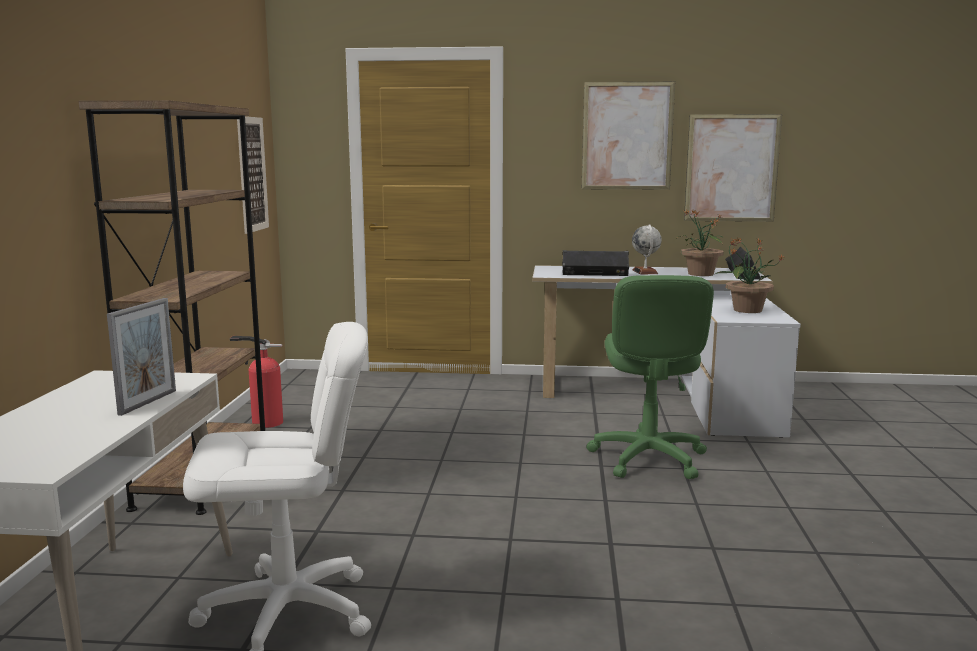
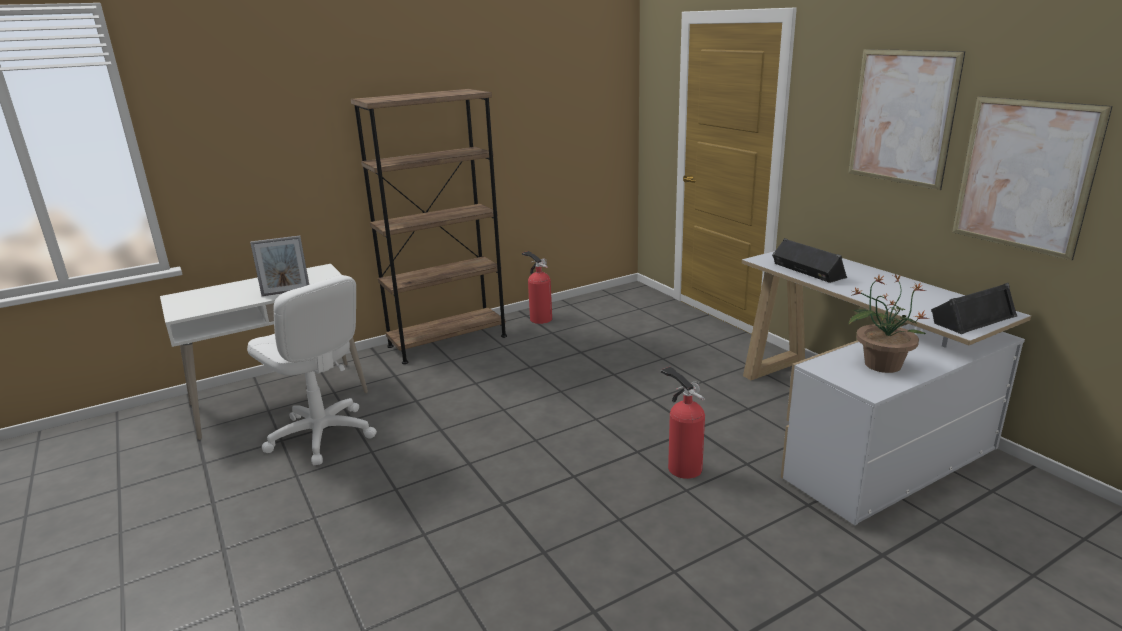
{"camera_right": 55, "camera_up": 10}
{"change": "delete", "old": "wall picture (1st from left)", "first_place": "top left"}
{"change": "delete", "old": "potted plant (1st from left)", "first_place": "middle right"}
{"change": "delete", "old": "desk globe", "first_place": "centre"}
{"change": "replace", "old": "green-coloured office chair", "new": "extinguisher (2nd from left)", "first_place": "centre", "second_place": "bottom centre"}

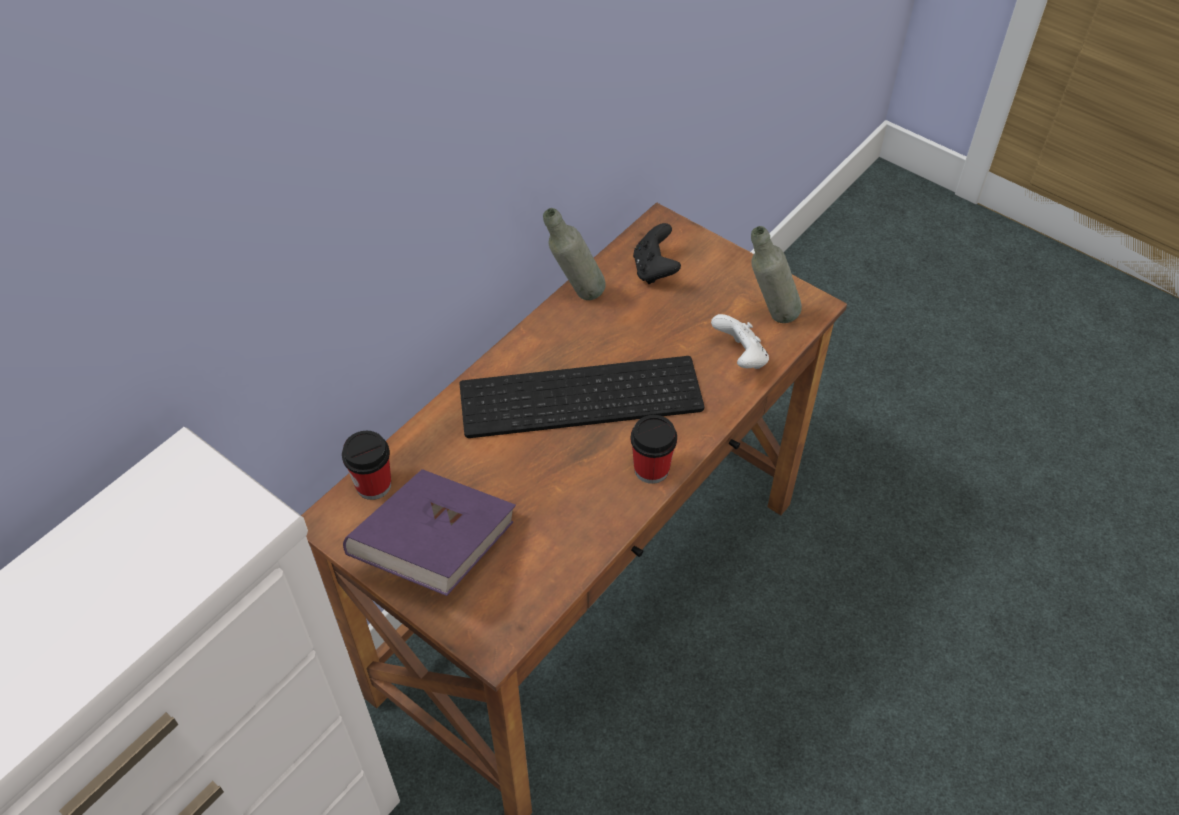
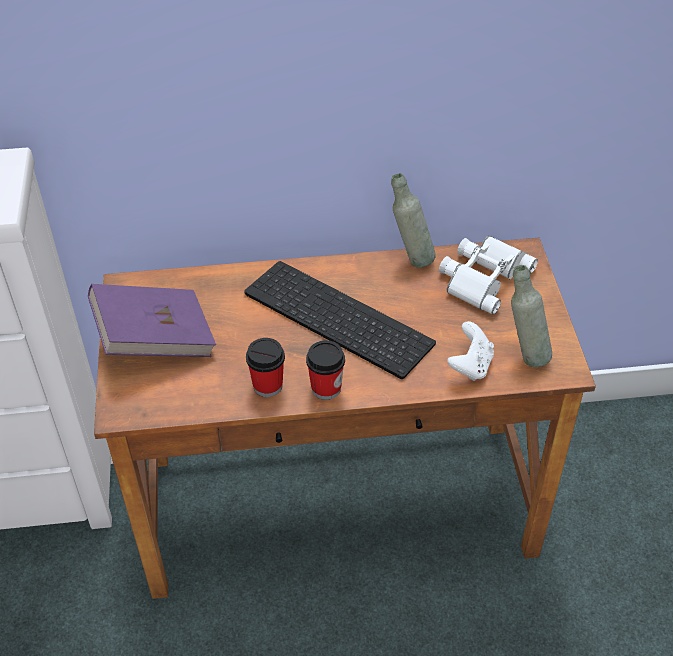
{"camera_right": 45, "camera_up": -5}
{"change": "replace", "old": "black-coloured gamepad", "new": "whitish pair of binoculars", "first_place": "top centre", "second_place": "middle right"}
{"change": "move", "old": "small cup (1st from left)", "first_place": "middle left", "second_place": "centre"}

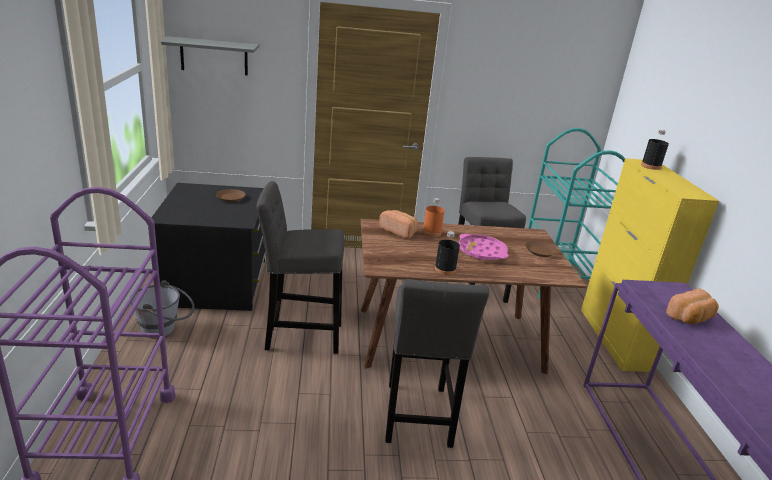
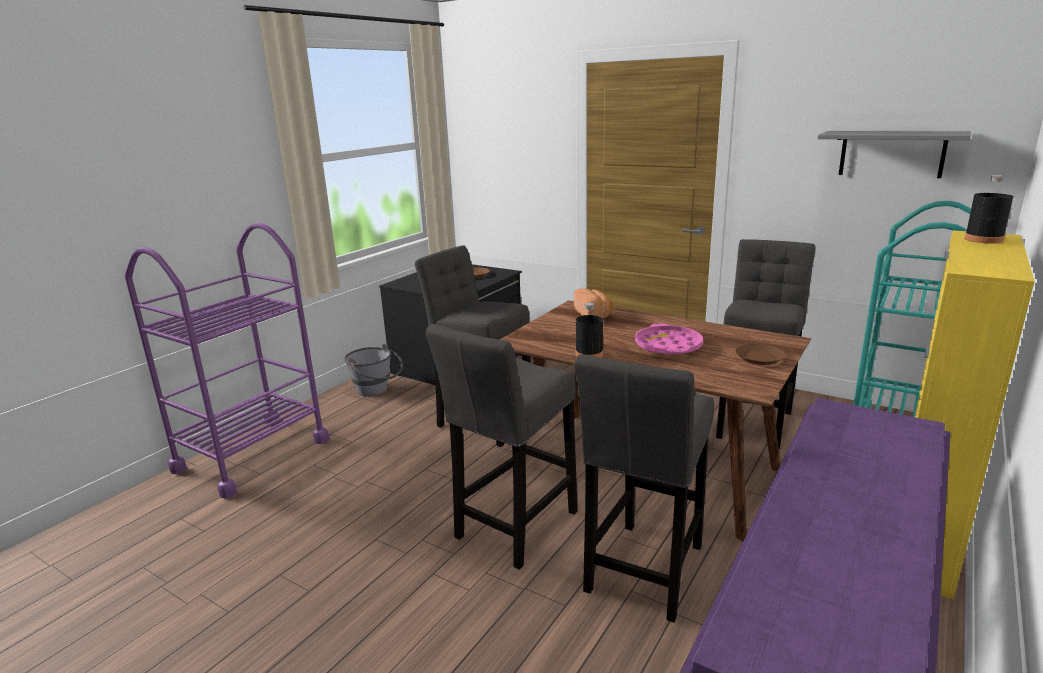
{"camera_right": 40, "camera_up": -5}
{"change": "move", "old": "gray shelf", "first_place": "top left", "second_place": "top right"}
{"change": "delete", "old": "orange-coloured beverage bottle", "first_place": "centre"}
{"change": "delete", "old": "bread (2nd from left)", "first_place": "middle right"}
{"change": "insert", "new": "gray stool seat (3rd from left)", "second_place": "bottom centre"}

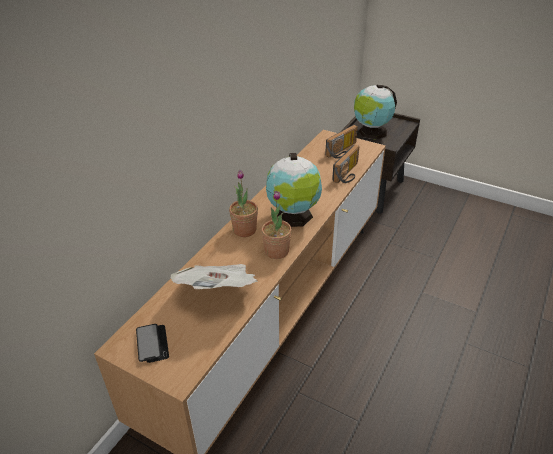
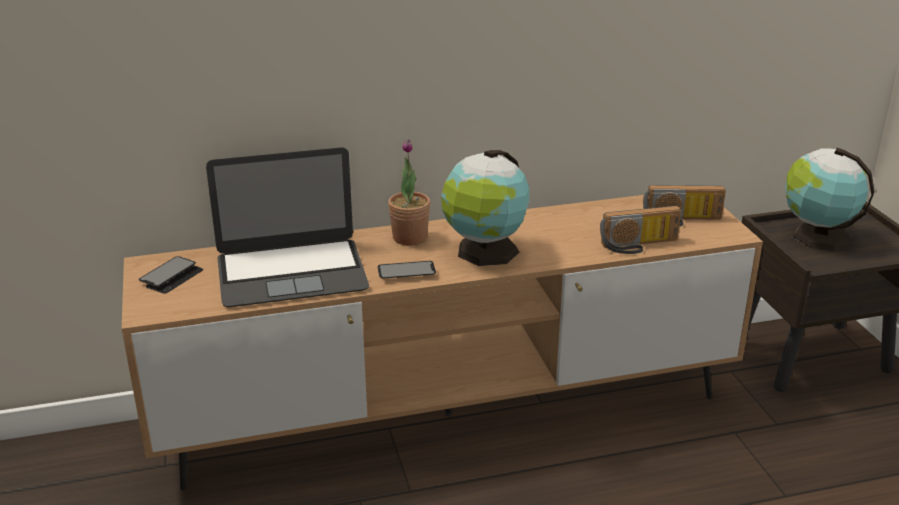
{"camera_right": 45, "camera_up": -10}
{"change": "replace", "old": "potted plant (2nd from left)", "new": "phone (2nd from left)", "first_place": "centre", "second_place": "centre"}
{"change": "replace", "old": "newspaper", "new": "notebook computer", "first_place": "centre", "second_place": "middle left"}

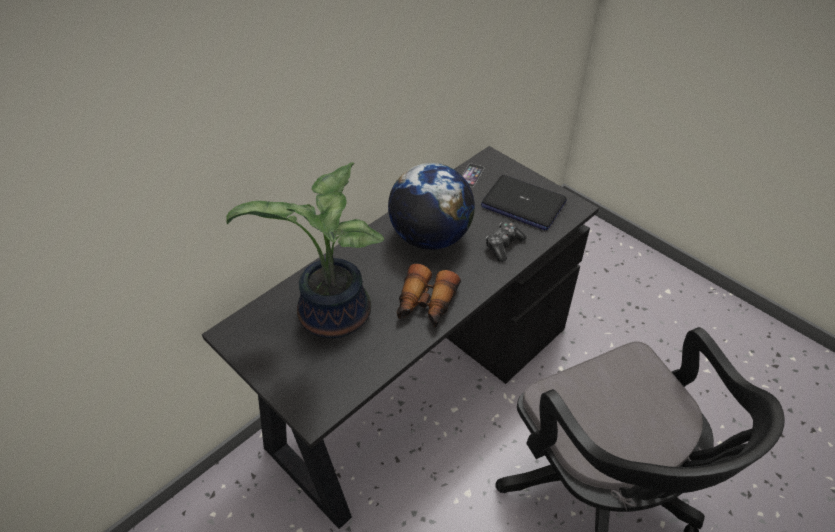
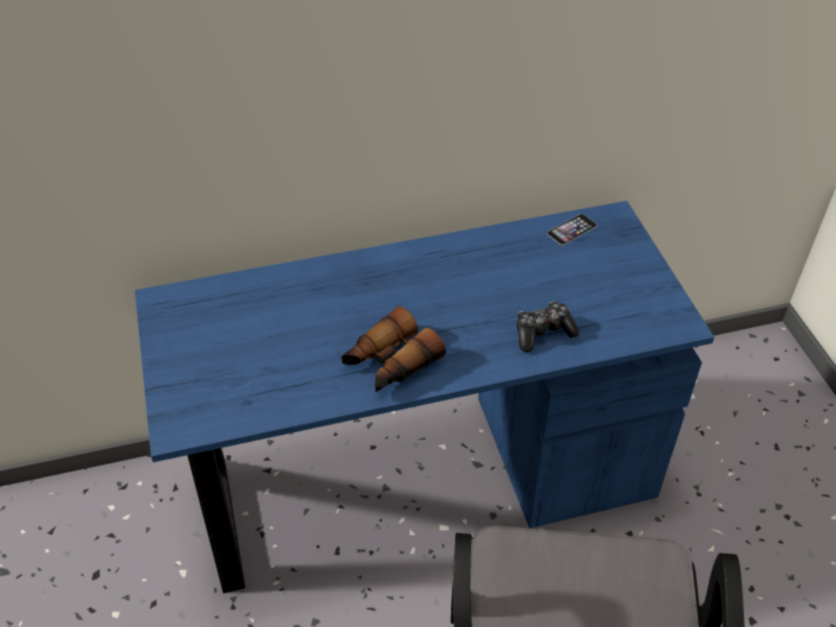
{"camera_right": 30, "camera_up": 0}
{"change": "recolor", "old": "black-coloured desk unit", "new": "blue-coloured desk unit", "first_place": "centre", "second_place": "centre"}
{"change": "delete", "old": "potted plant", "first_place": "centre"}
{"change": "delete", "old": "desk globe", "first_place": "centre"}
{"change": "delete", "old": "notebook computer", "first_place": "centre"}

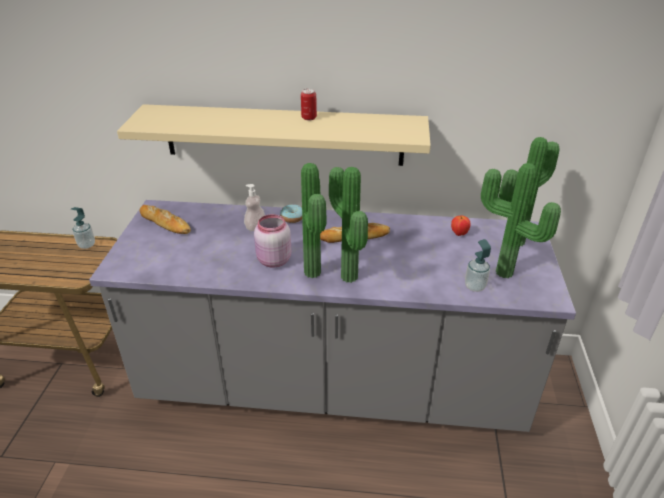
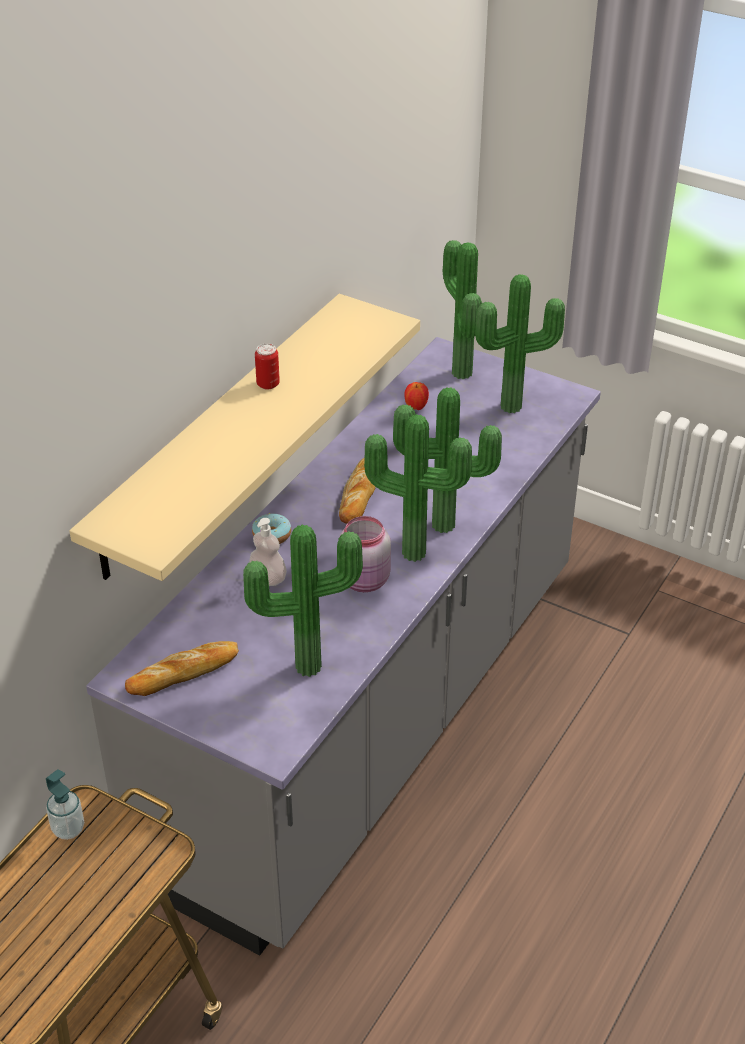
{"camera_right": -65, "camera_up": 5}
{"change": "delete", "old": "soap bottle (3rd from left)", "first_place": "middle right"}
{"change": "insert", "new": "potted plant (1st from left)", "second_place": "centre"}

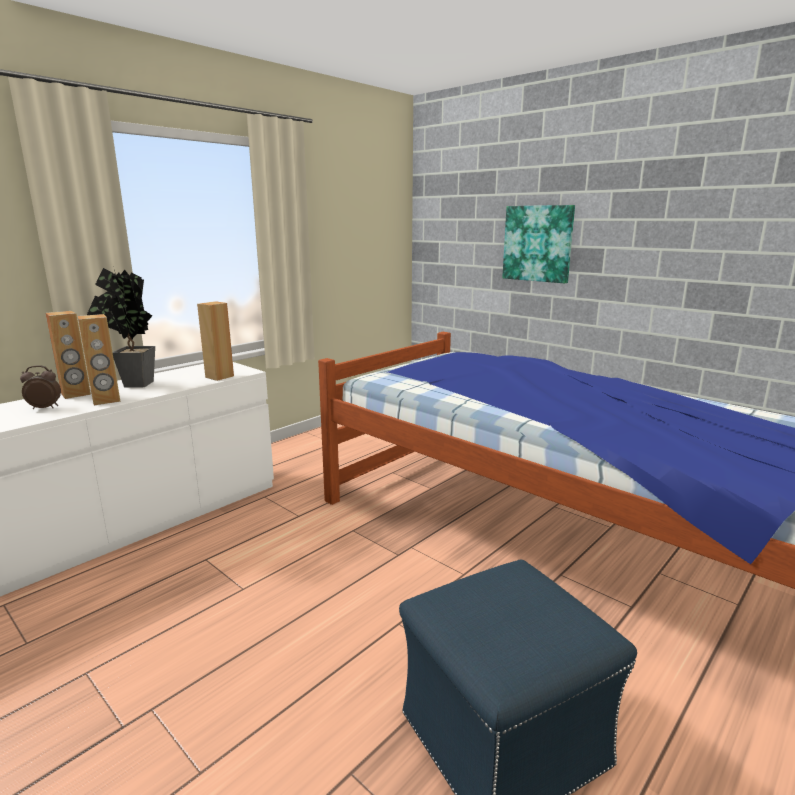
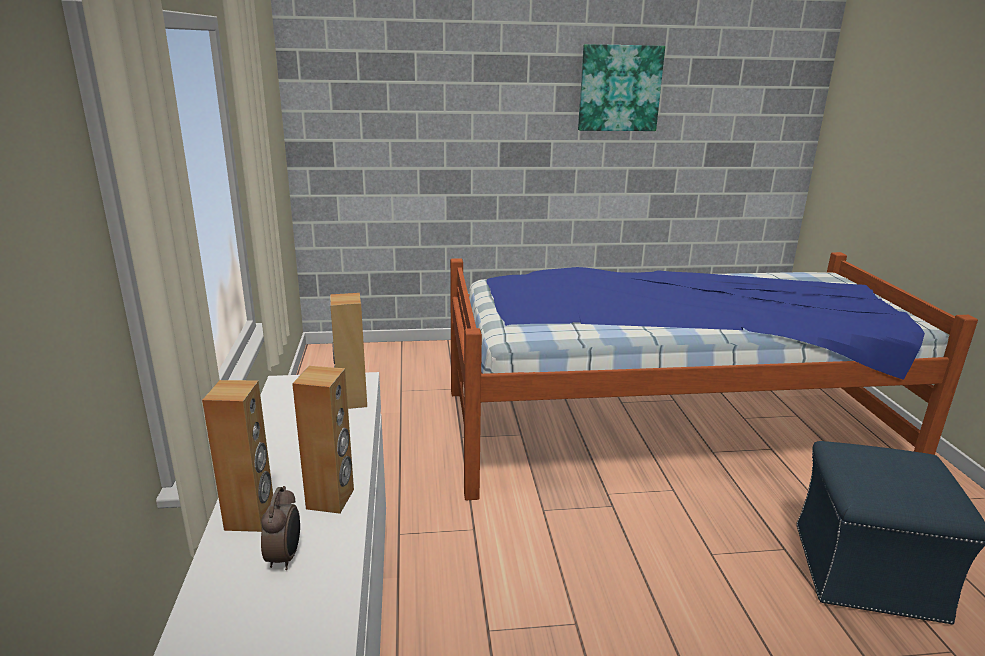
{"camera_right": -50, "camera_up": 5}
{"change": "move", "old": "wall picture", "first_place": "top right", "second_place": "top centre"}
{"change": "delete", "old": "potted plant", "first_place": "middle left"}
{"change": "rotate", "old": "table clock", "first_place": "middle left", "second_place": "bottom left", "degrees": 150}

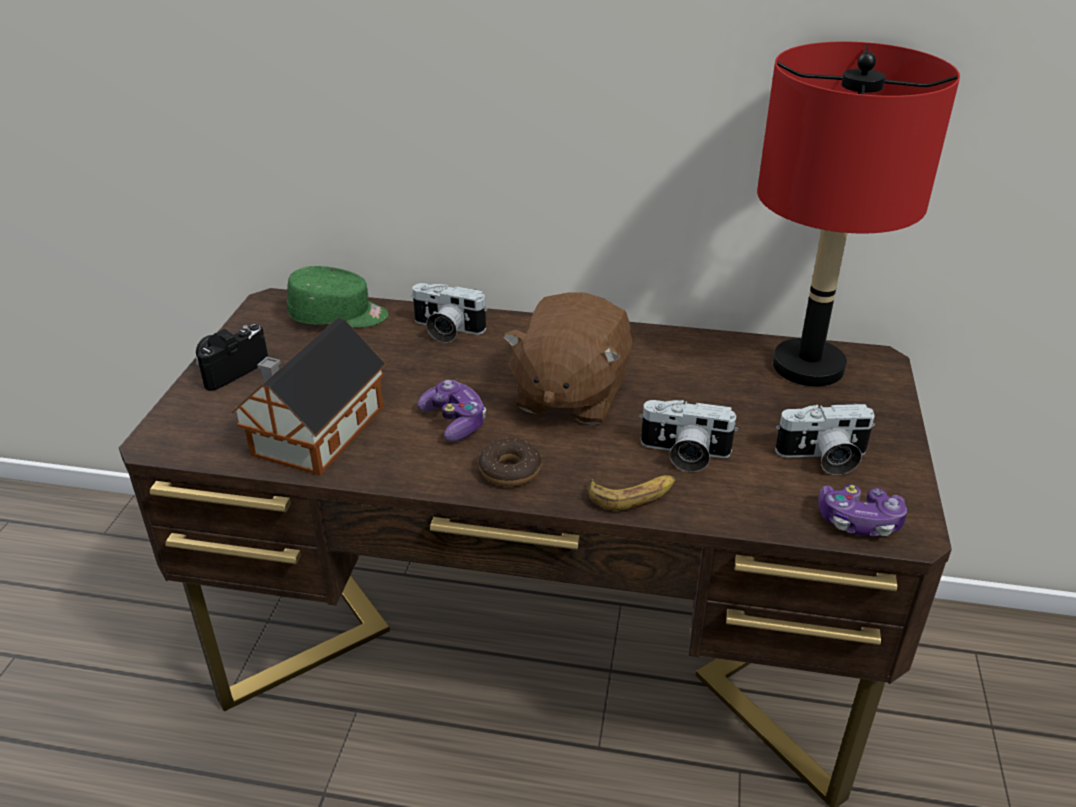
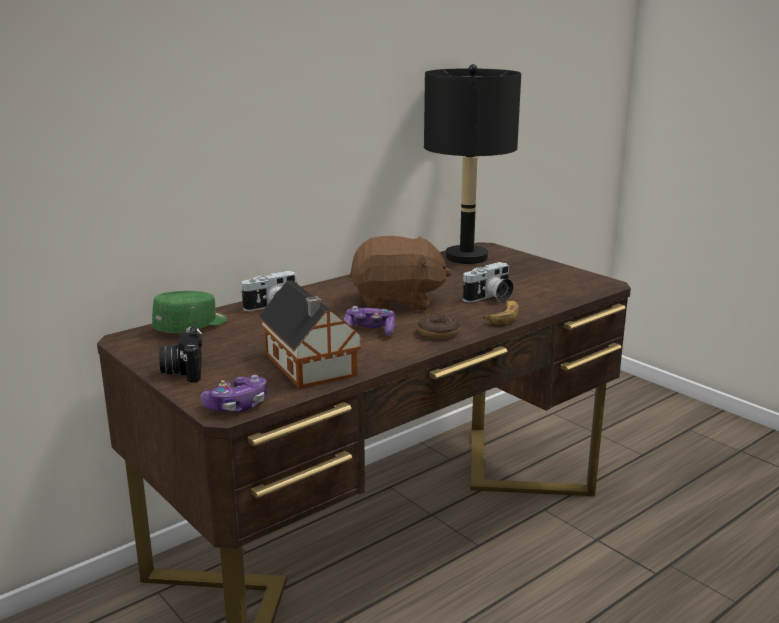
{"camera_right": -50, "camera_up": -15}
{"change": "recolor", "old": "reddish table lamp", "new": "black-coloured table lamp", "first_place": "top right", "second_place": "top centre"}
{"change": "rotate", "old": "brownish soft toy", "first_place": "centre", "second_place": "centre", "degrees": -60}
{"change": "delete", "old": "photo camera (4th from left)", "first_place": "middle right"}
{"change": "move", "old": "gamepad (2nd from left in the first image)", "new": "gamepad (1st from left)", "first_place": "middle right", "second_place": "middle left"}

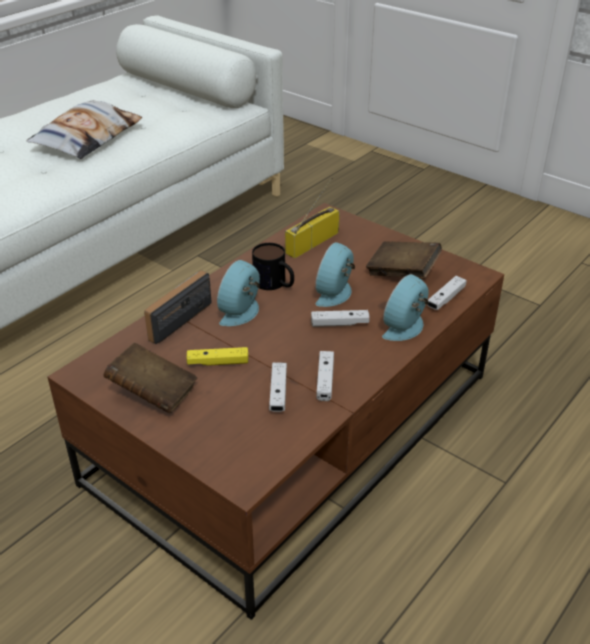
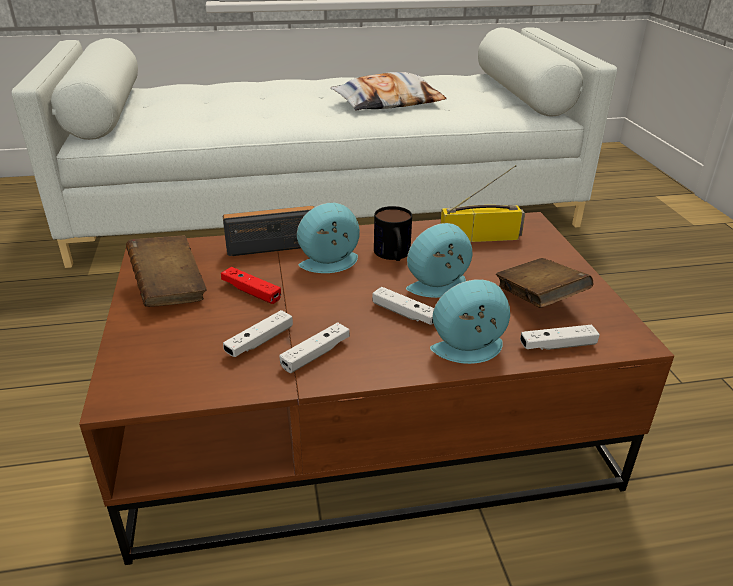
{"camera_right": 40, "camera_up": -5}
{"change": "recolor", "old": "yellow-coloured gamepad", "new": "reddish gamepad", "first_place": "centre", "second_place": "centre"}

